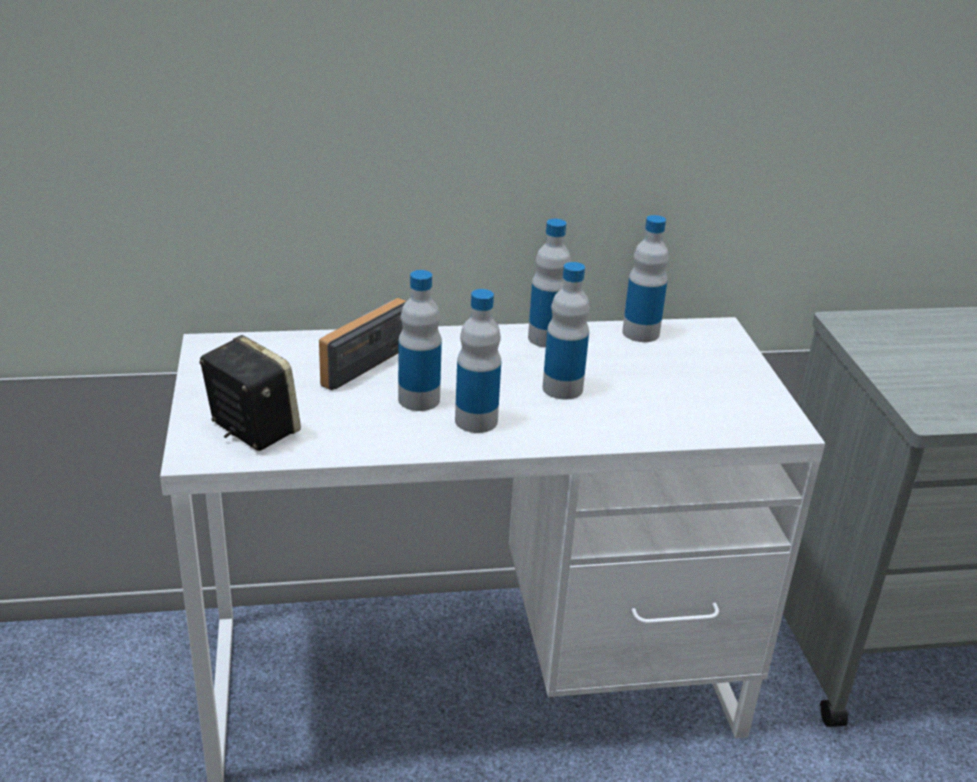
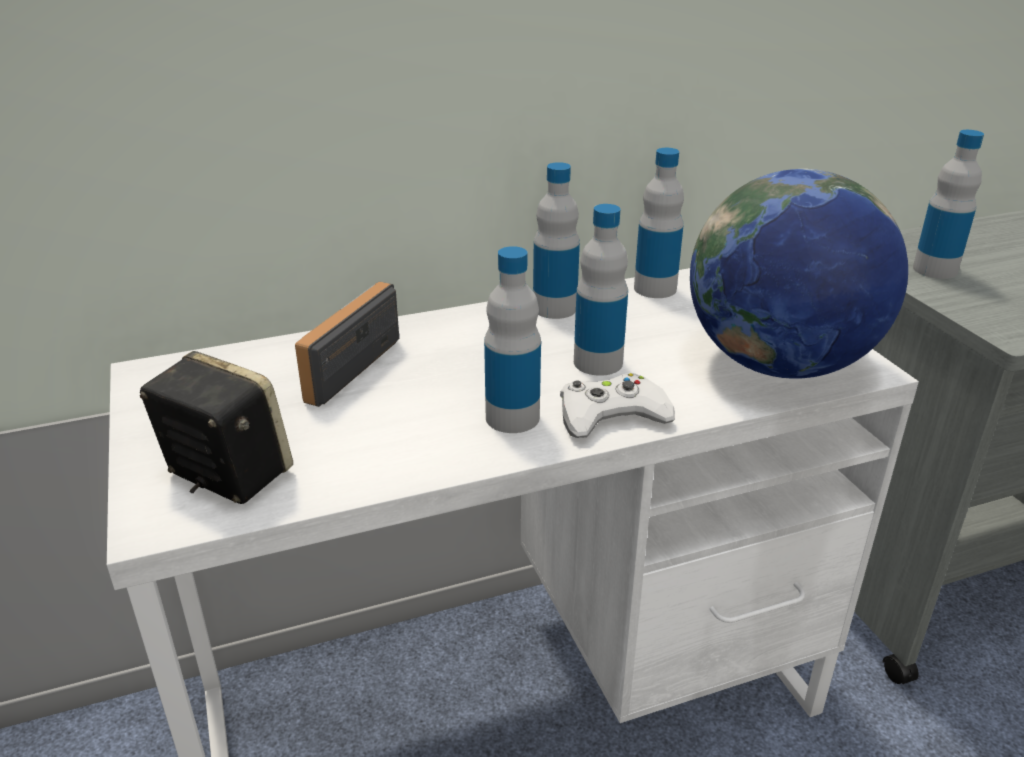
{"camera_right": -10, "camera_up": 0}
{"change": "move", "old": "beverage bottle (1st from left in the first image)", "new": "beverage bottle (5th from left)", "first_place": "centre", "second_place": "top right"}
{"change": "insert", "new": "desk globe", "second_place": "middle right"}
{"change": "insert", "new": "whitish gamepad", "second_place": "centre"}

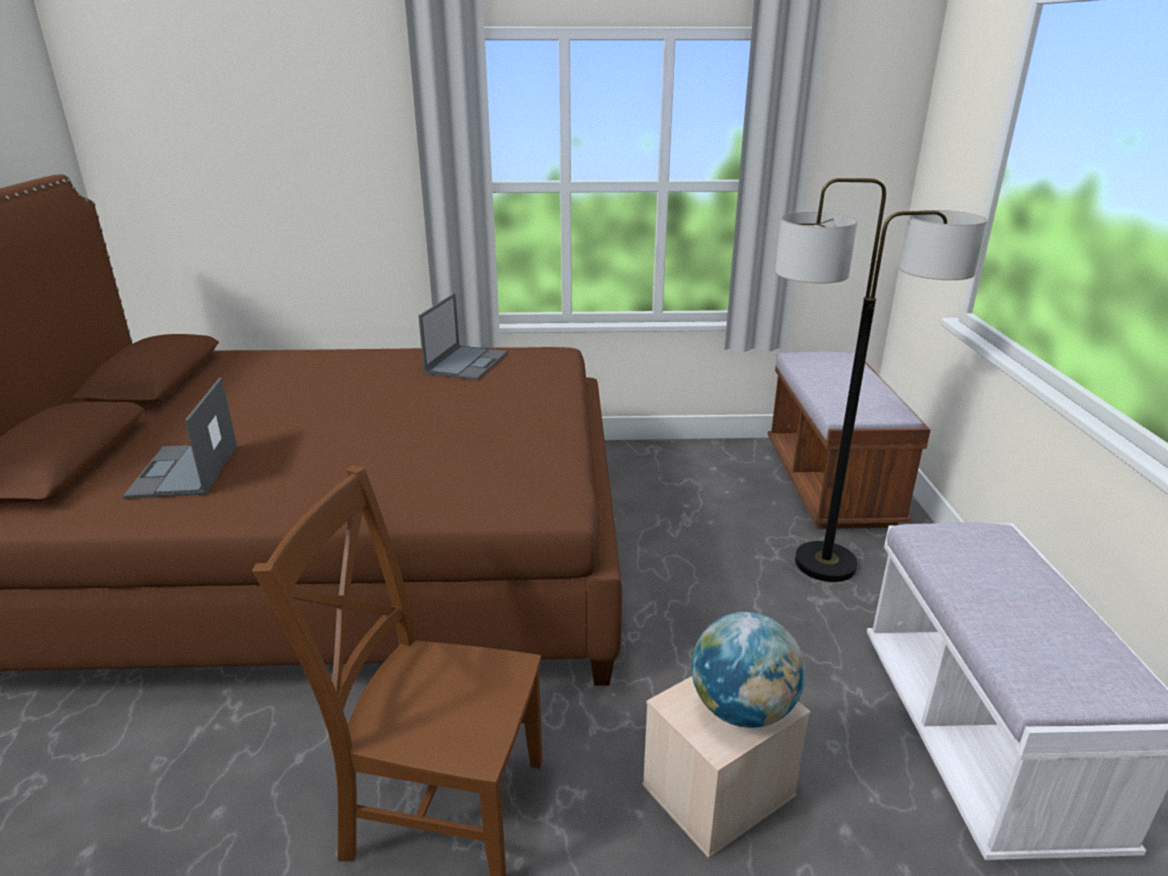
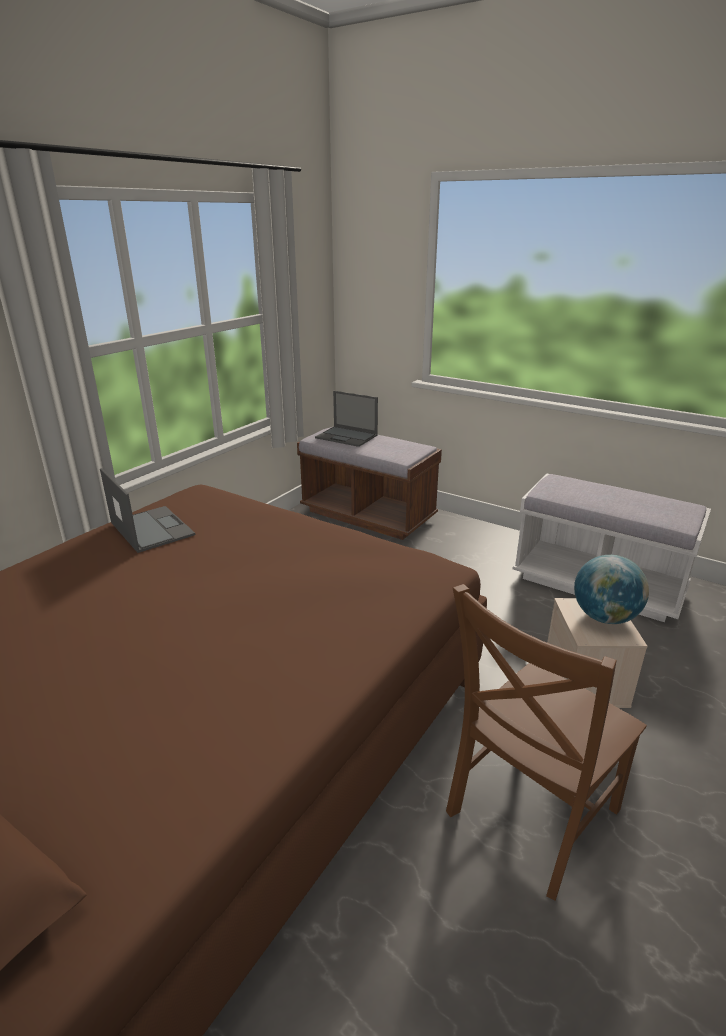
{"camera_right": -55, "camera_up": 0}
{"change": "delete", "old": "standing lamp", "first_place": "middle right"}
{"change": "move", "old": "notebook computer (1st from left in the first image)", "new": "notebook computer (2nd from left)", "first_place": "middle left", "second_place": "centre"}

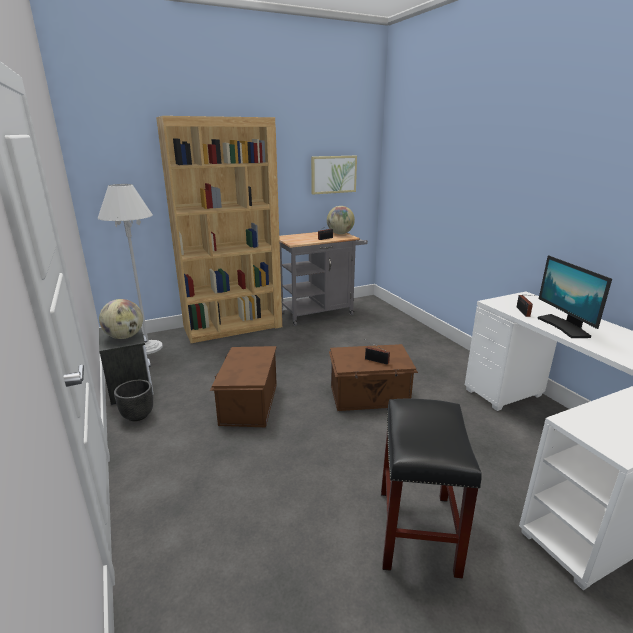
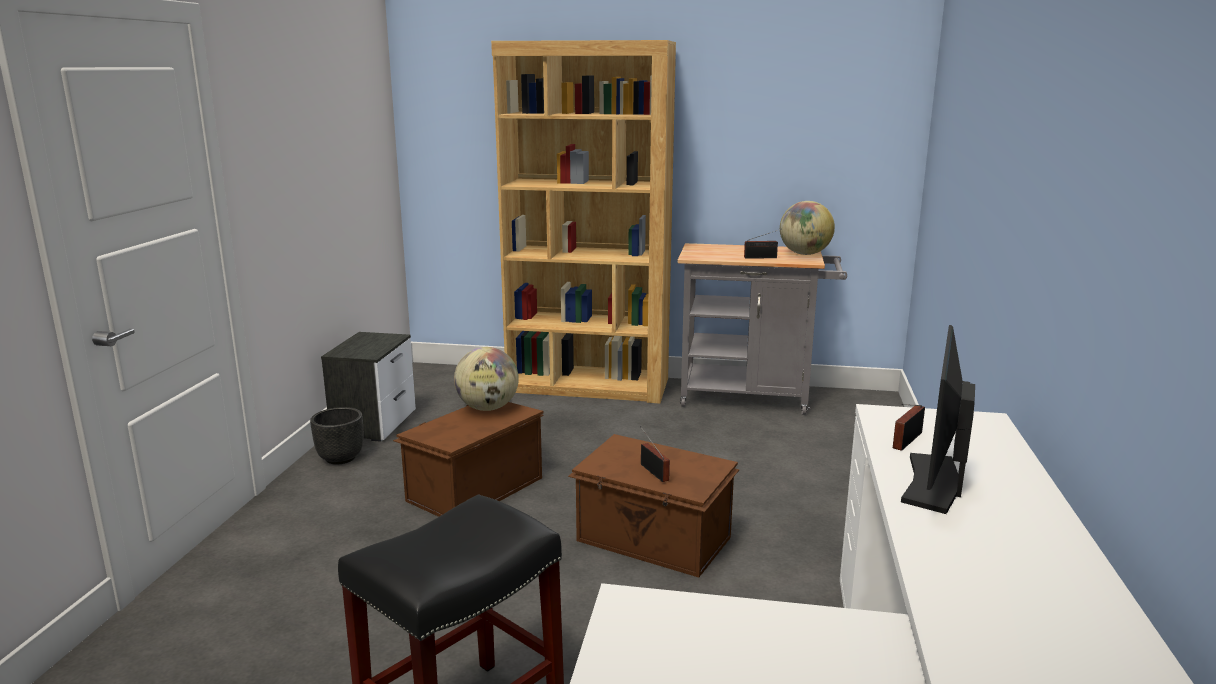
{"camera_right": 35, "camera_up": -5}
{"change": "delete", "old": "wall picture", "first_place": "top centre"}
{"change": "delete", "old": "whitish standing lamp", "first_place": "middle left"}
{"change": "move", "old": "desk globe (1st from left)", "first_place": "middle left", "second_place": "centre"}

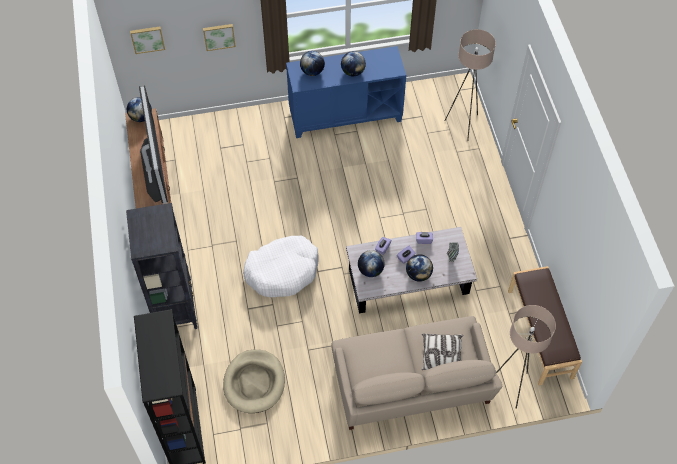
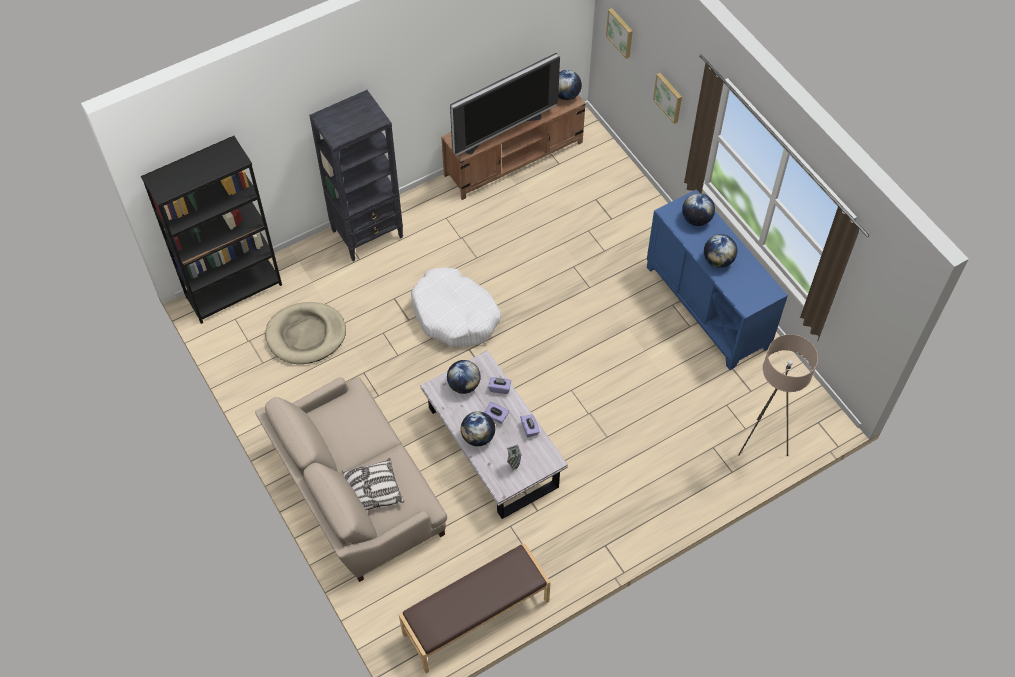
{"camera_right": 70, "camera_up": 0}
{"change": "delete", "old": "beige standing lamp (2nd from left)", "first_place": "bottom right"}

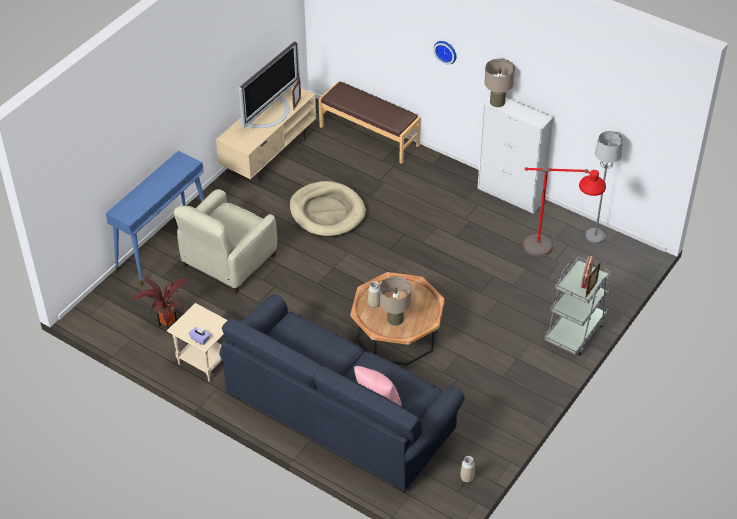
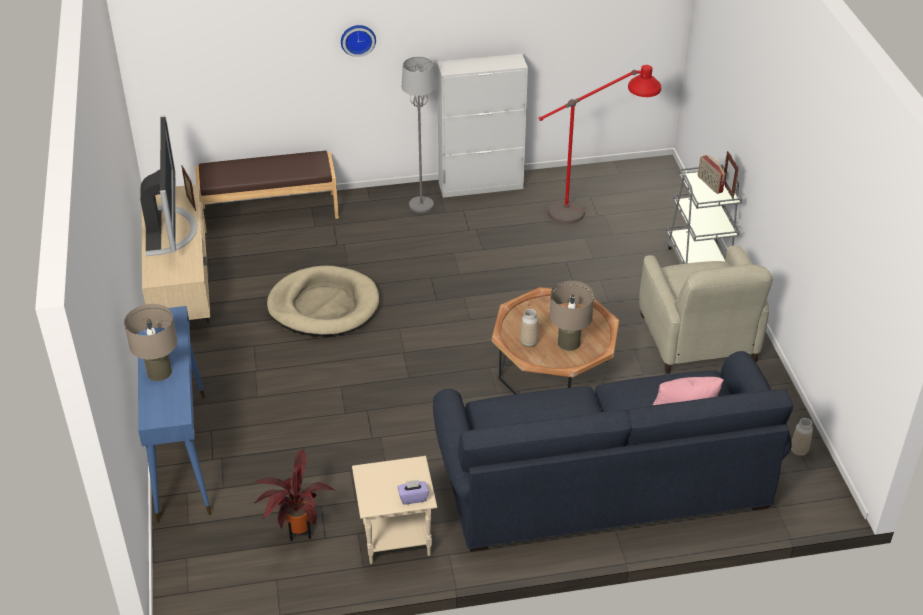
{"camera_right": -45, "camera_up": -5}
{"change": "move", "old": "beige table lamp (2nd from left in the first image)", "new": "beige table lamp (1st from left)", "first_place": "top right", "second_place": "middle left"}
{"change": "move", "old": "gray standing lamp", "first_place": "middle right", "second_place": "top centre"}
{"change": "move", "old": "beige lounge chair", "first_place": "middle left", "second_place": "middle right"}

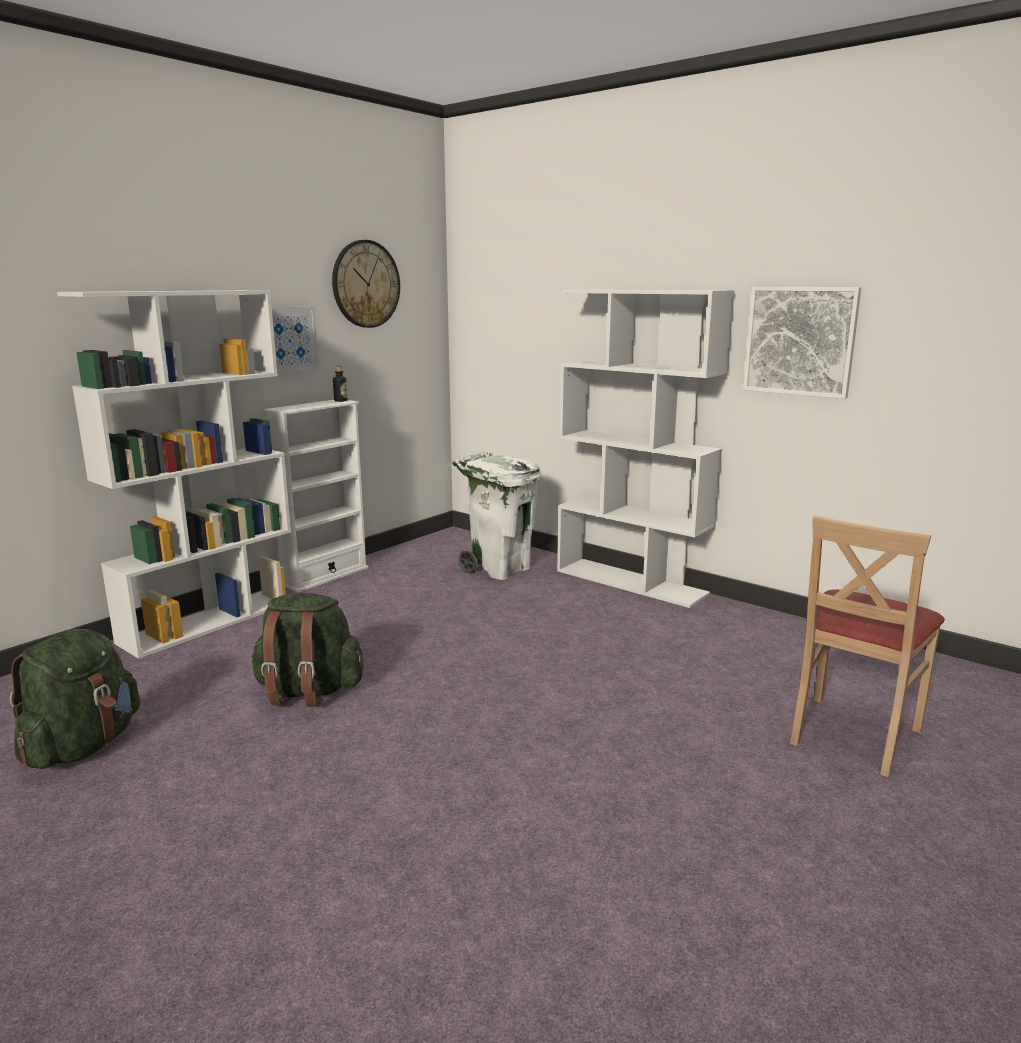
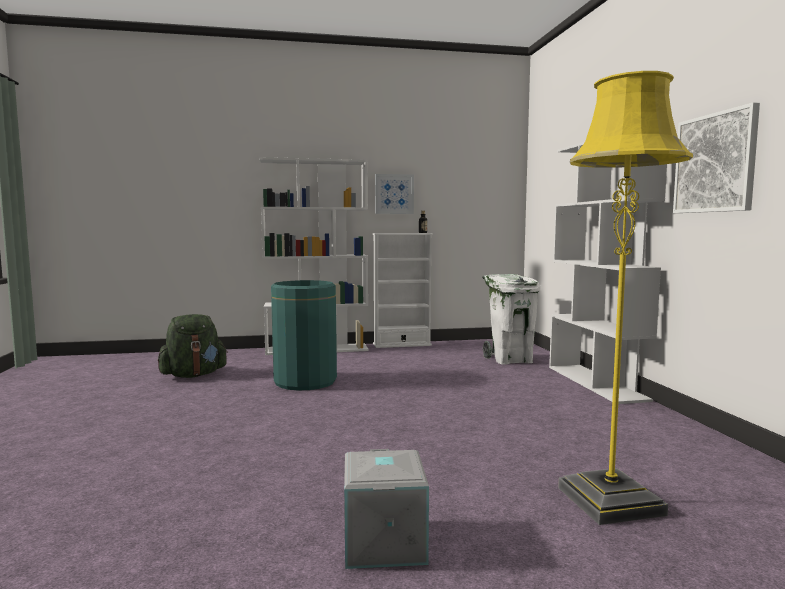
{"camera_right": 40, "camera_up": -10}
{"change": "delete", "old": "wall clock", "first_place": "top centre"}
{"change": "replace", "old": "beige plain chair", "new": "yellow-coloured standing lamp", "first_place": "middle right", "second_place": "middle right"}
{"change": "replace", "old": "green-coloured backpack (2nd from left)", "new": "green-coloured rubbish bin", "first_place": "middle left", "second_place": "centre"}
{"change": "insert", "new": "gray storage bin", "second_place": "bottom centre"}

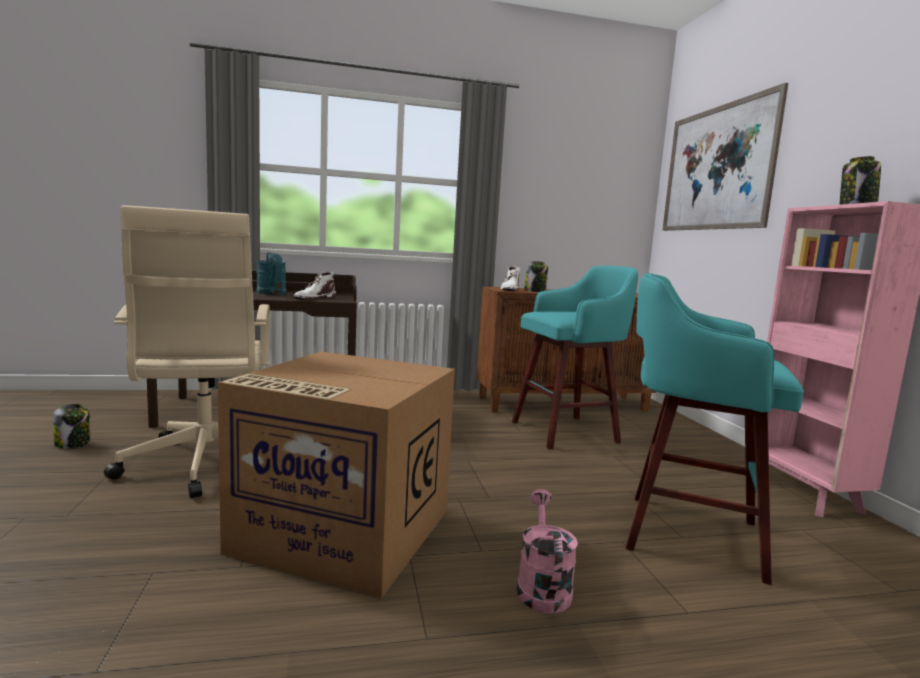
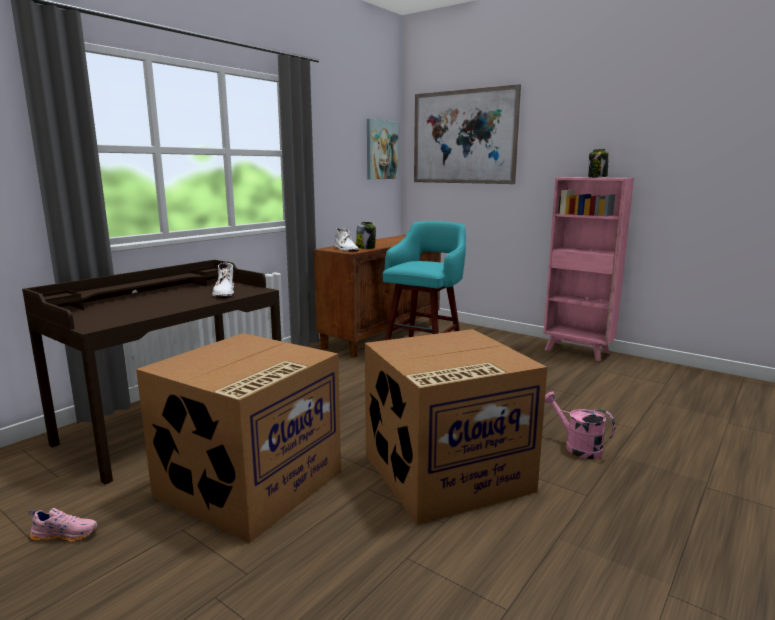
{"camera_right": -40, "camera_up": 5}
{"change": "replace", "old": "beige office chair", "new": "carton (1st from left)", "first_place": "middle left", "second_place": "bottom left"}
{"change": "delete", "old": "blue-green sprinkling can", "first_place": "middle left"}
{"change": "delete", "old": "blue-green stool seat (2nd from left)", "first_place": "middle right"}
{"change": "replace", "old": "storage jar (1st from left)", "new": "pinkish low shoe", "first_place": "middle left", "second_place": "bottom left"}
{"change": "insert", "new": "wall picture (1st from left)", "second_place": "top centre"}

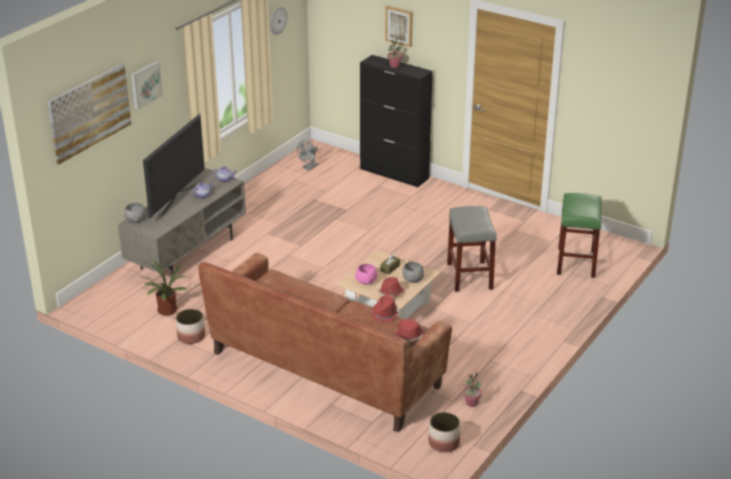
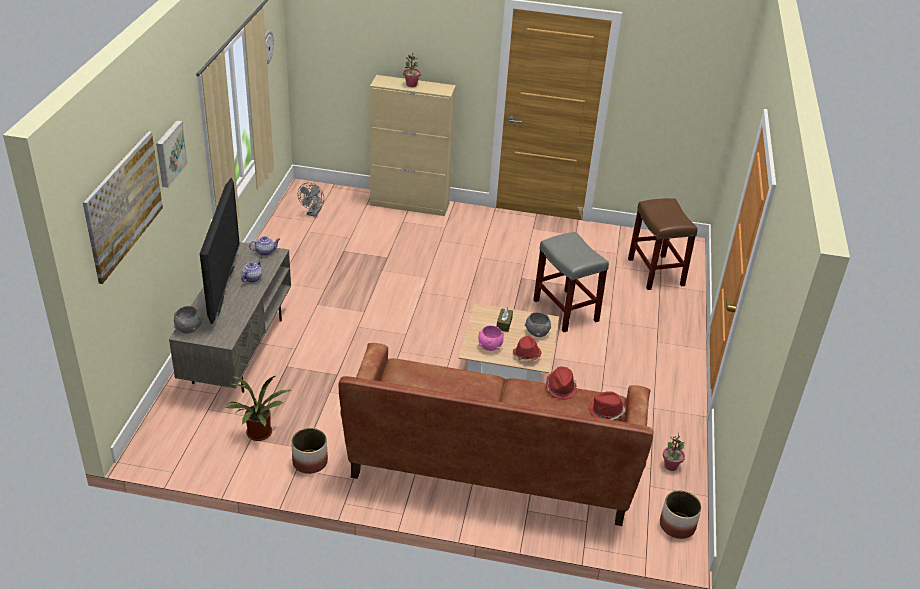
{"camera_right": -25, "camera_up": 5}
{"change": "delete", "old": "wall picture (3rd from left)", "first_place": "top centre"}
{"change": "recolor", "old": "black-coloured cupboard", "new": "beige cupboard", "first_place": "top centre", "second_place": "top centre"}
{"change": "recolor", "old": "green-coloured stool seat", "new": "brownish stool seat", "first_place": "middle right", "second_place": "middle right"}

